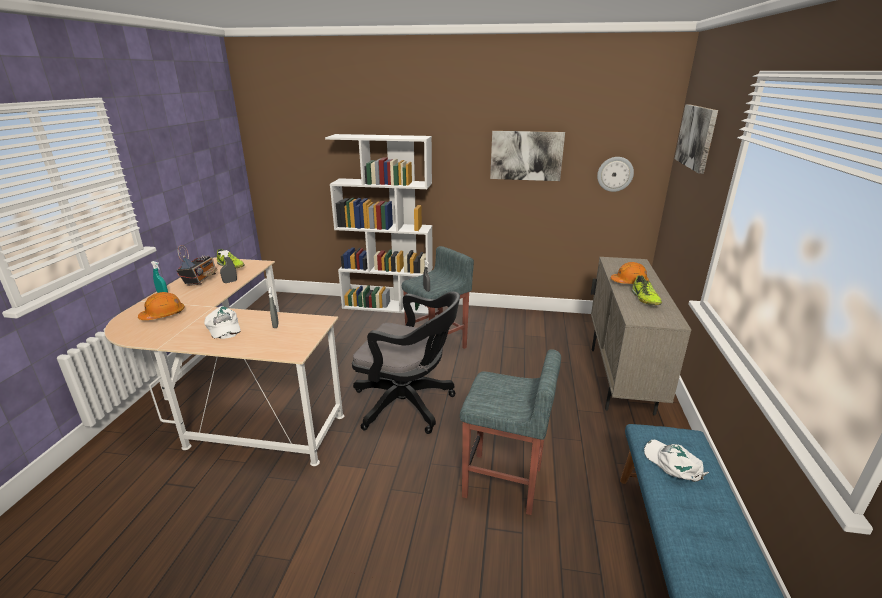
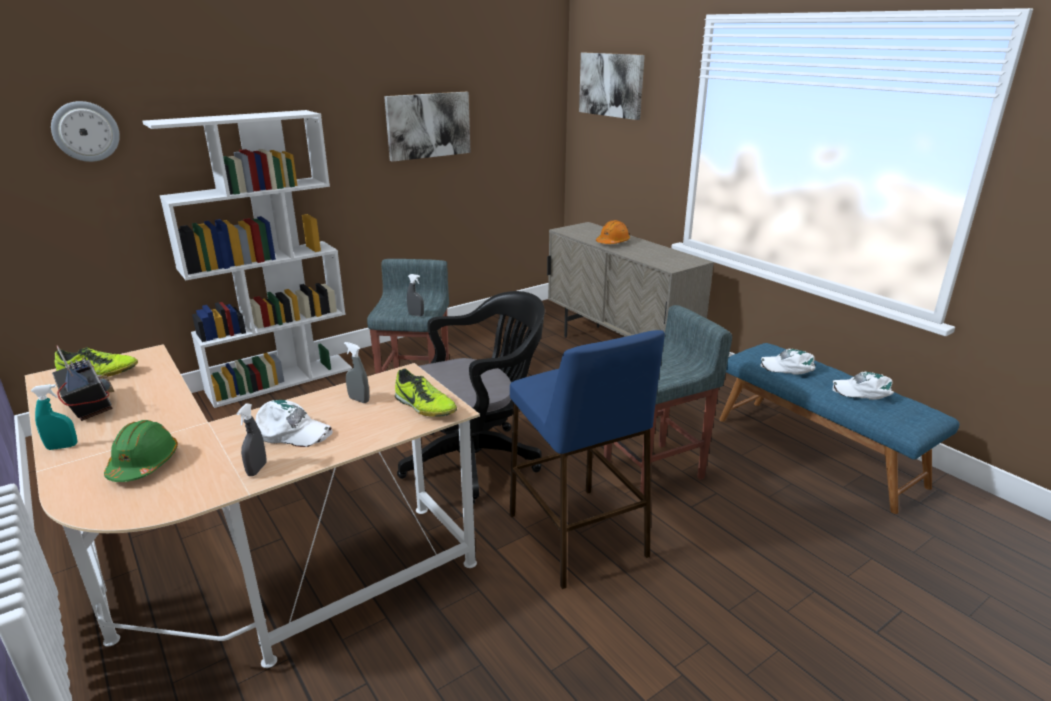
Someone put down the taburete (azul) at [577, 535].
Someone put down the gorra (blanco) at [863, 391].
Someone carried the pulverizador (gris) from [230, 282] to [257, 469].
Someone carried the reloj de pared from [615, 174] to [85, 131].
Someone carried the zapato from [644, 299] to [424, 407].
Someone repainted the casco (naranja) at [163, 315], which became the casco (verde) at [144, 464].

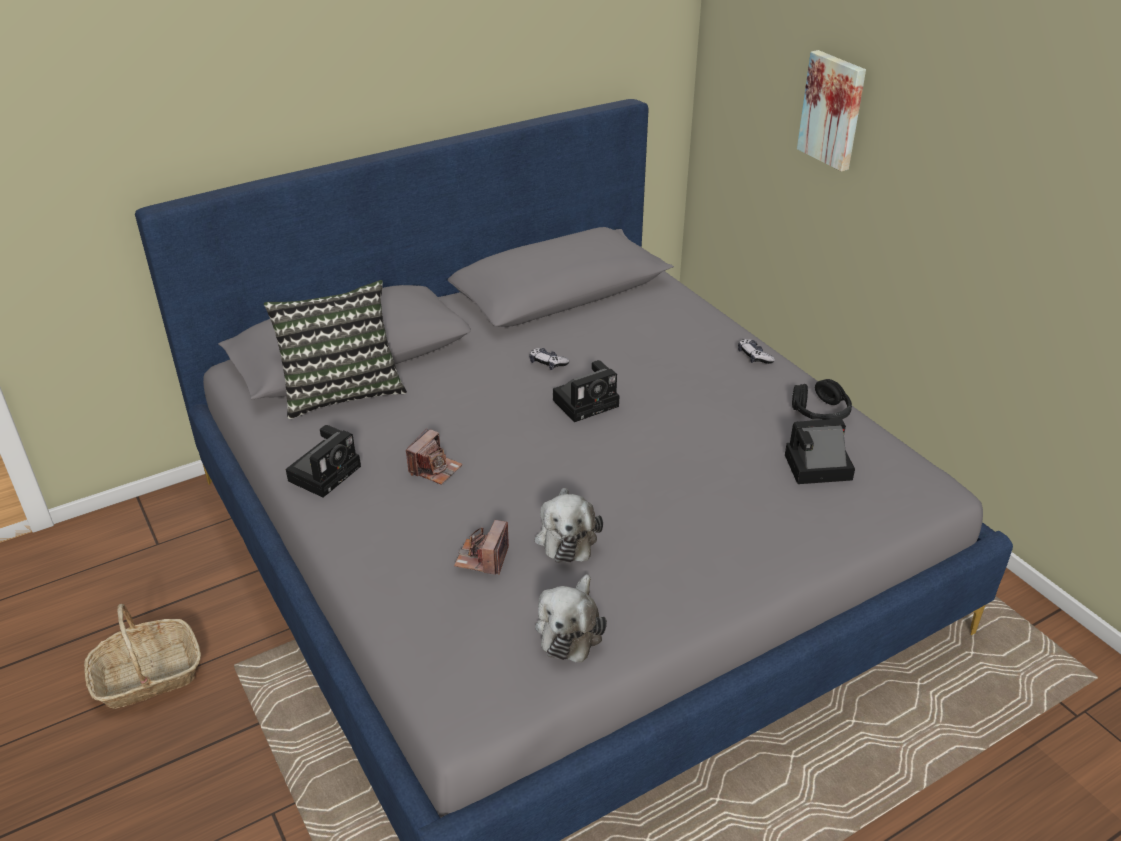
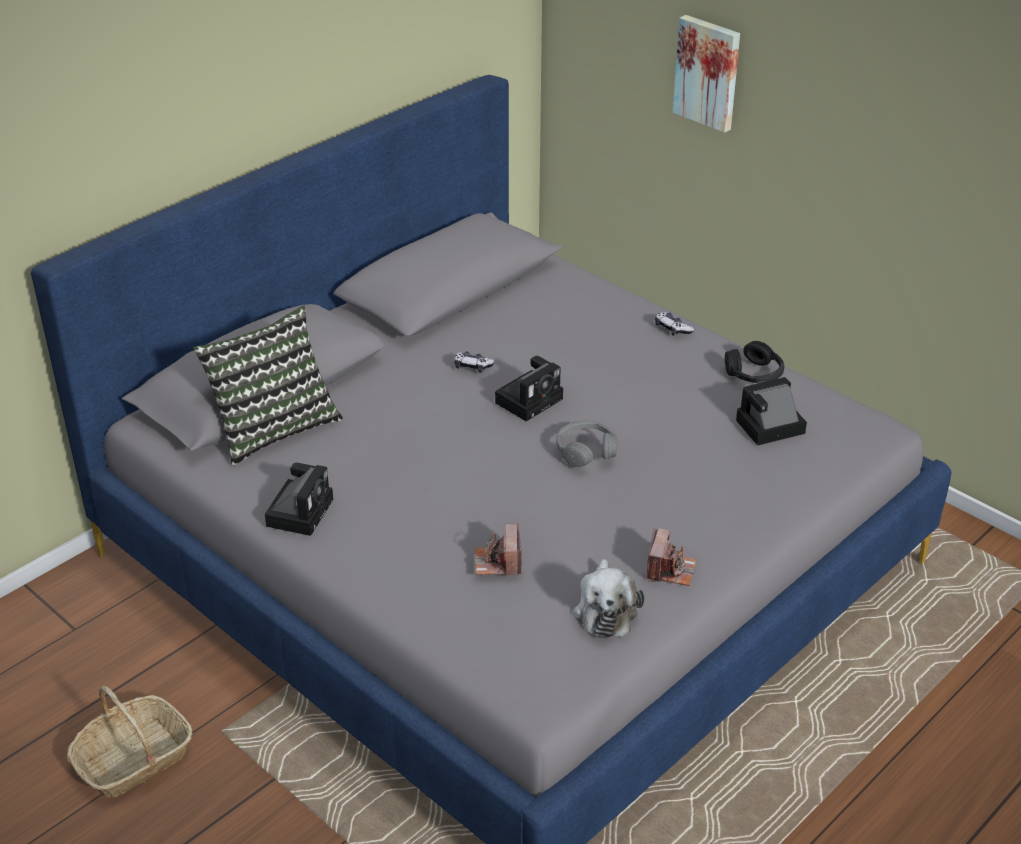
Someone took away the peluche at [566, 536].
Someone put down the auriculares (gris) at [585, 451].
Someone carried the cámara from [435, 469] to [670, 570].

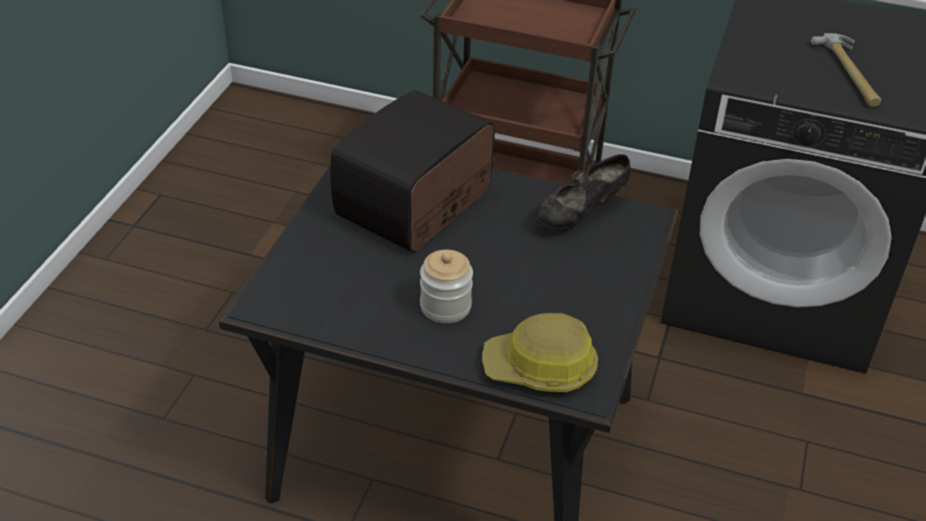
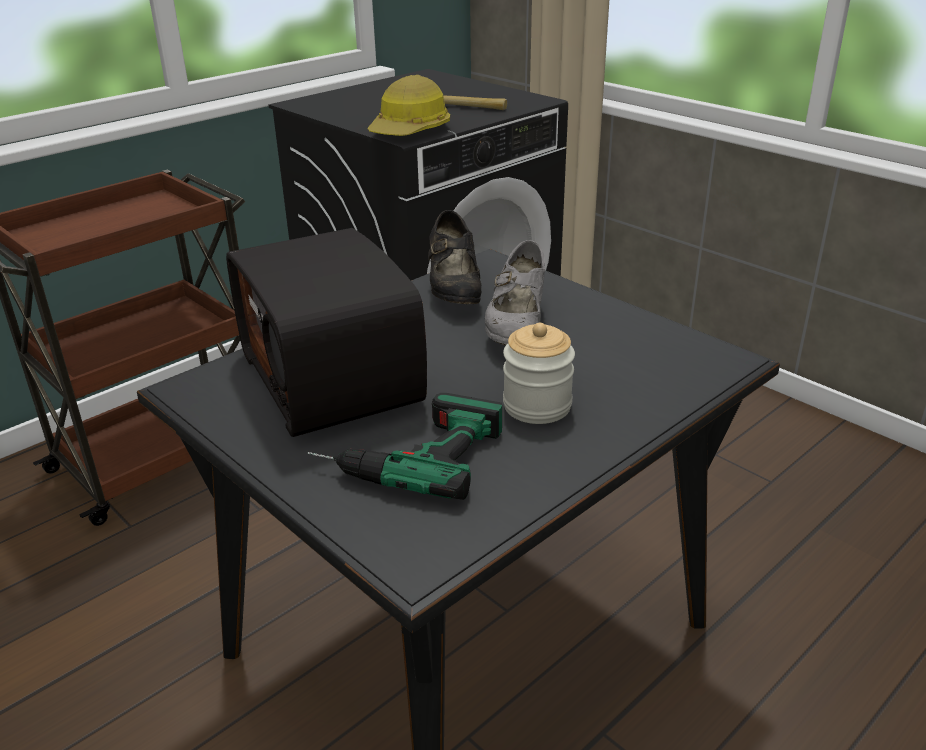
Someone put down the taladro at [407, 452].
Someone put down the zapato (gris) at [516, 328].
Someone carried the casco from [540, 368] to [410, 131].

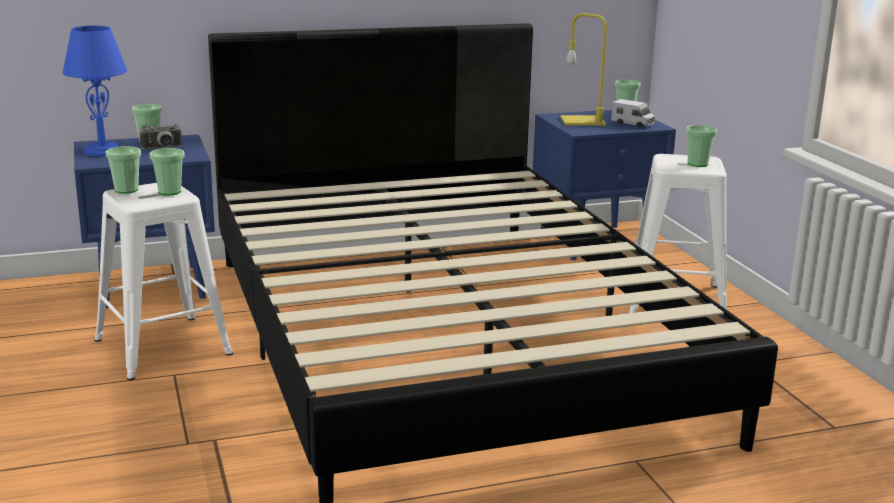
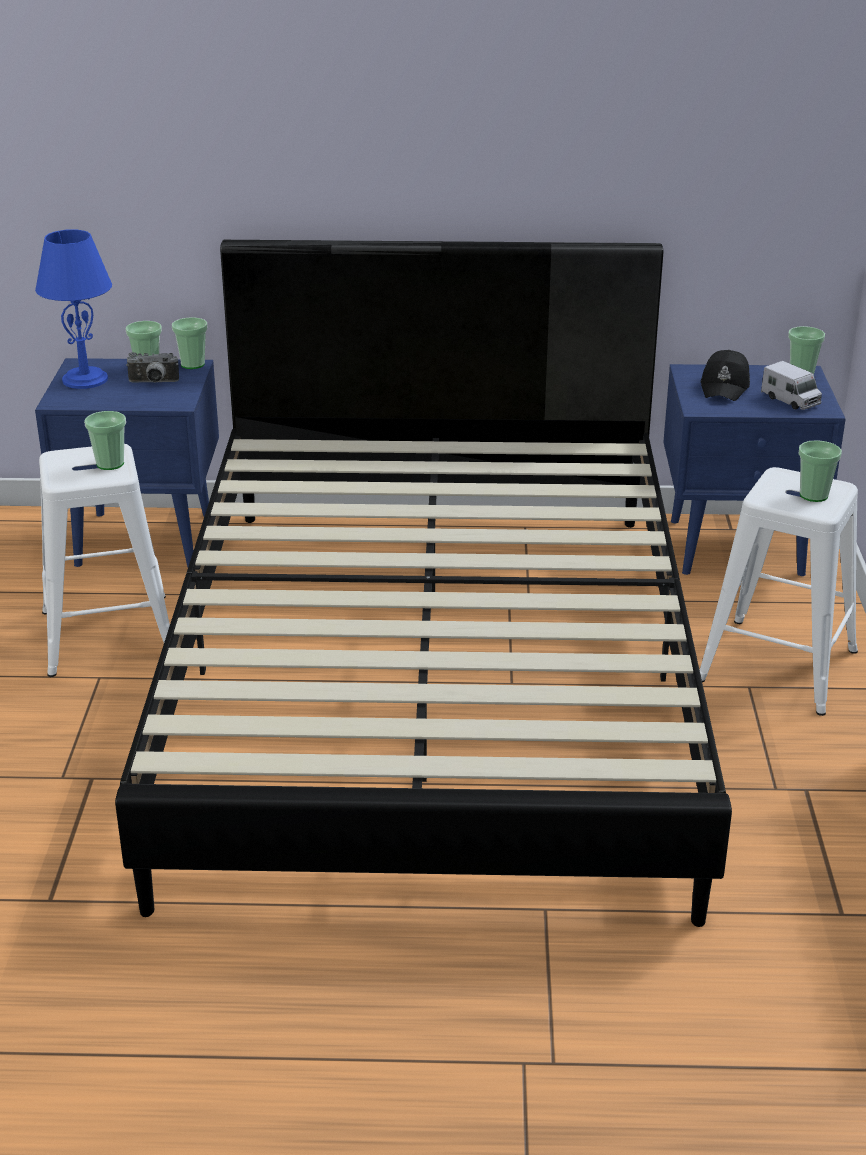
Someone carried the taza from [126, 190] to [192, 364].
Someone swapped the lámpara de mesa (amarillo) at [583, 121] for the gorra (negro) at [725, 386].

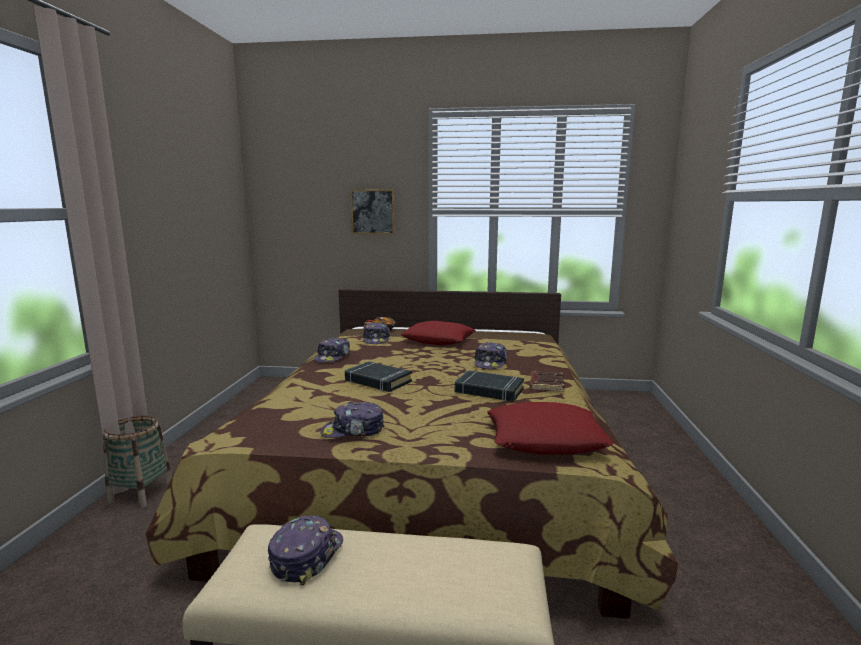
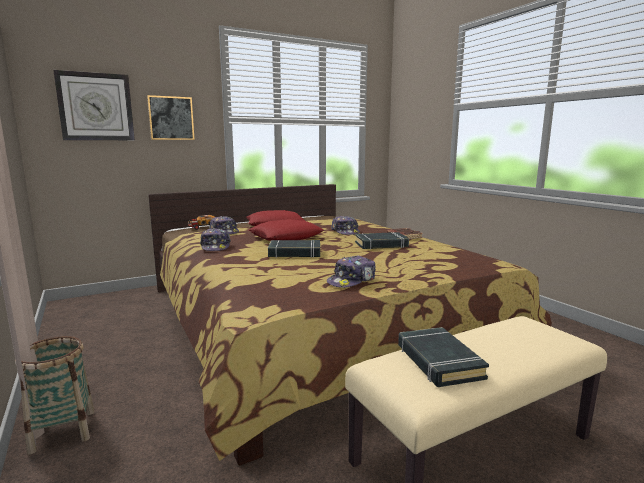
Someone put up the reloj de pared at [96, 107].
Someone carried the cojín (rojo) from [545, 438] to [286, 237].
Someone swapped the gorra at [306, 556] for the libro (negro) at [438, 361].

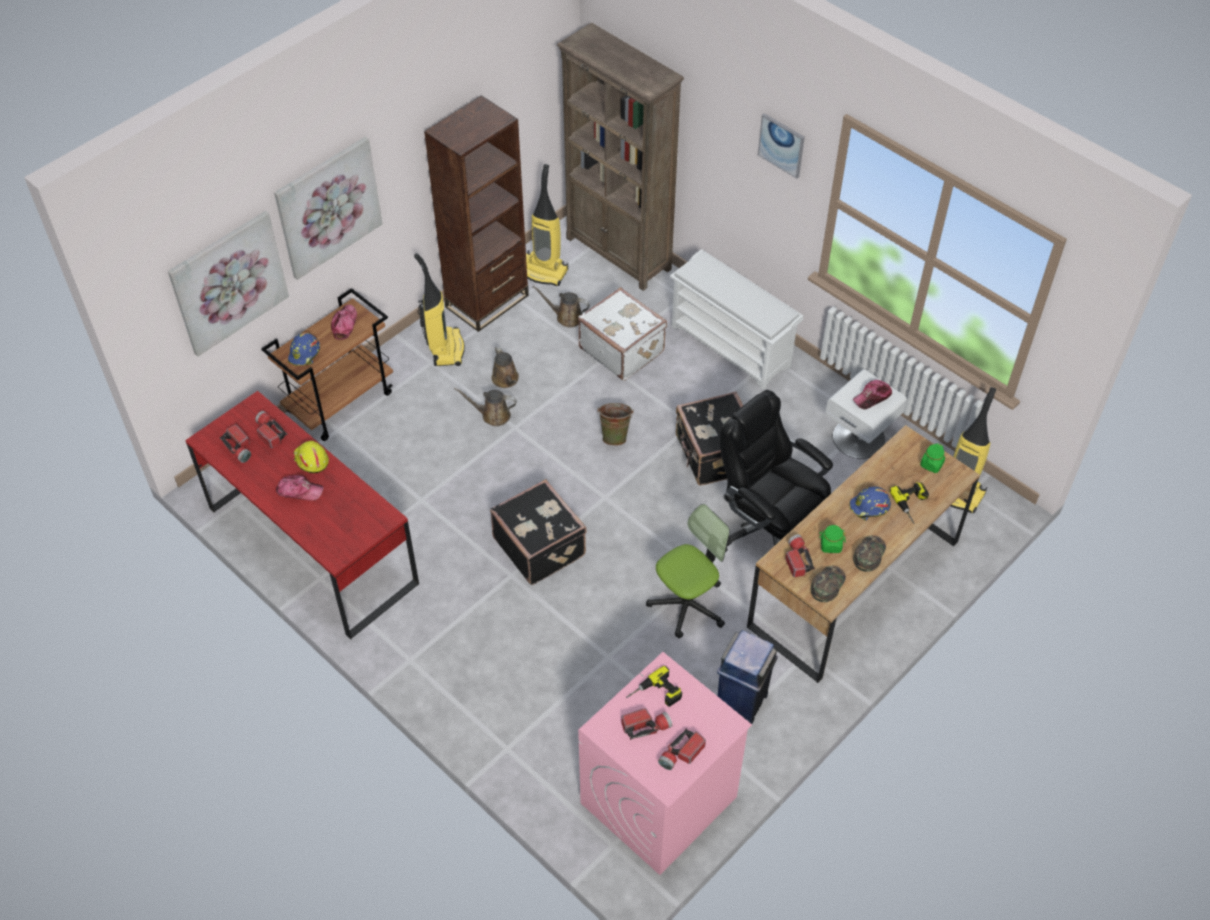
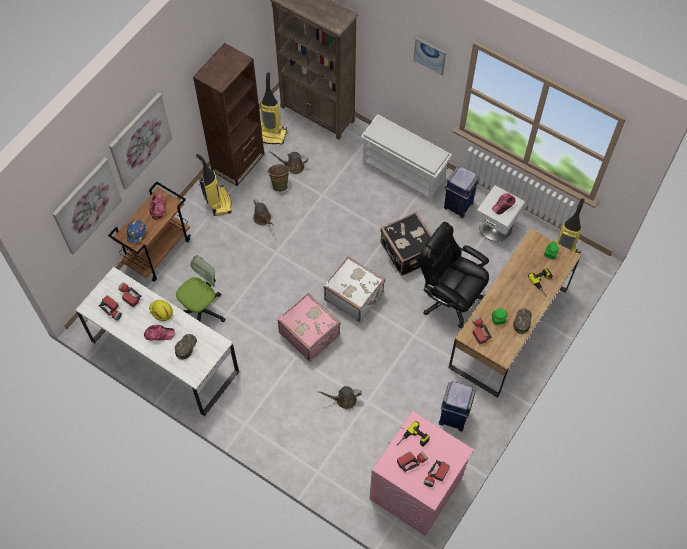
Someone took away the casco (azul) at [869, 507].
Someone put down the papelera (azul) at [458, 205].
Someone carried the regadera (marrón) from [493, 415] to [344, 400].
Someone carried the maleta (blanco) from [622, 349] to [354, 296].
Someone carried the cubo (verde) from [615, 435] to [280, 184].
Someone carried the silla de oficina from [687, 604] to [202, 310].
Someone carried the gorra (verde) from [827, 584] to [185, 347].
Someone repainted the escritorio (rojo) at [312, 545], which became the escritorio (blanco) at [164, 356].
Someone repainted the maleta (negro) at [540, 546], which became the maleta (rosa) at [310, 333].

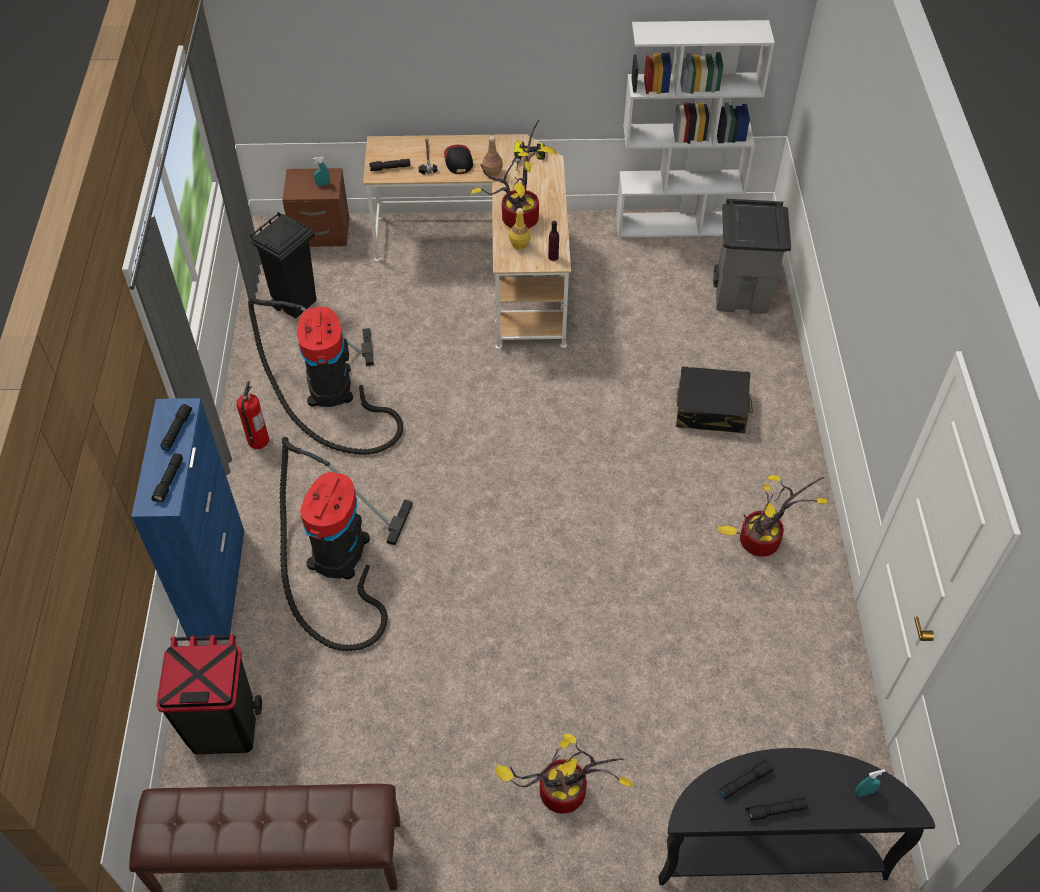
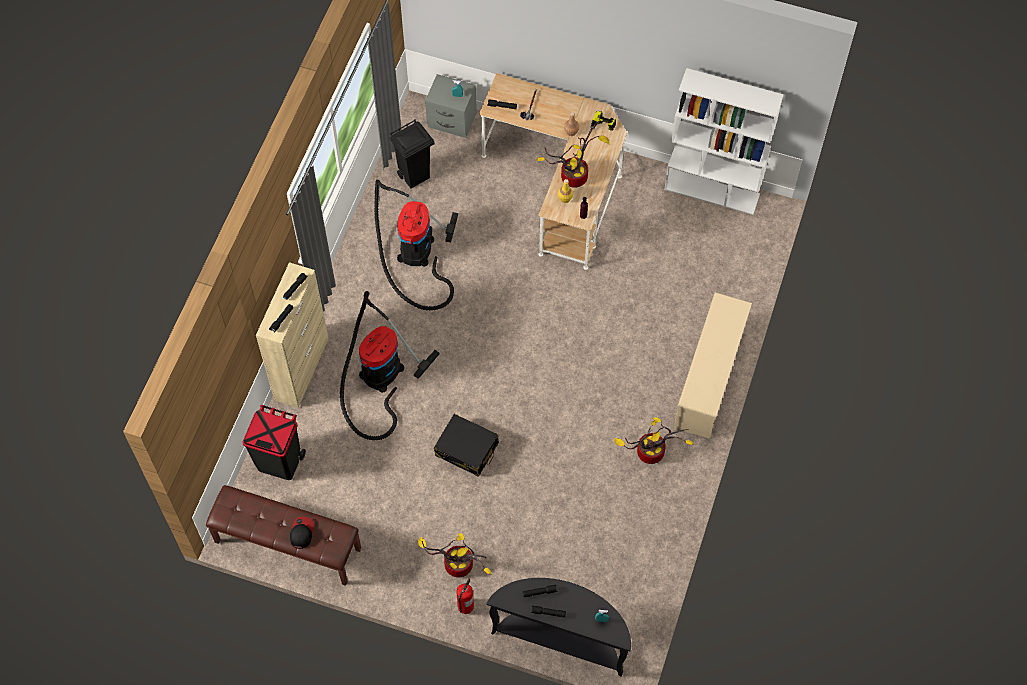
Someone took away the papelera (gris) at [742, 295].
Someone put down the zapatero (beis) at [709, 381].
Someone carried the extintor from [258, 441] to [465, 606].
Someone carried the gorra from [458, 160] to [301, 533].
Someone carried the maleta (negro) from [711, 409] to [467, 449].
Someone repainted the armario (azul) at [217, 583], which became the armario (beis) at [302, 368].
Someone repainted the mesita de noche (marrón) at [321, 233], which became the mesita de noche (gris) at [451, 121].

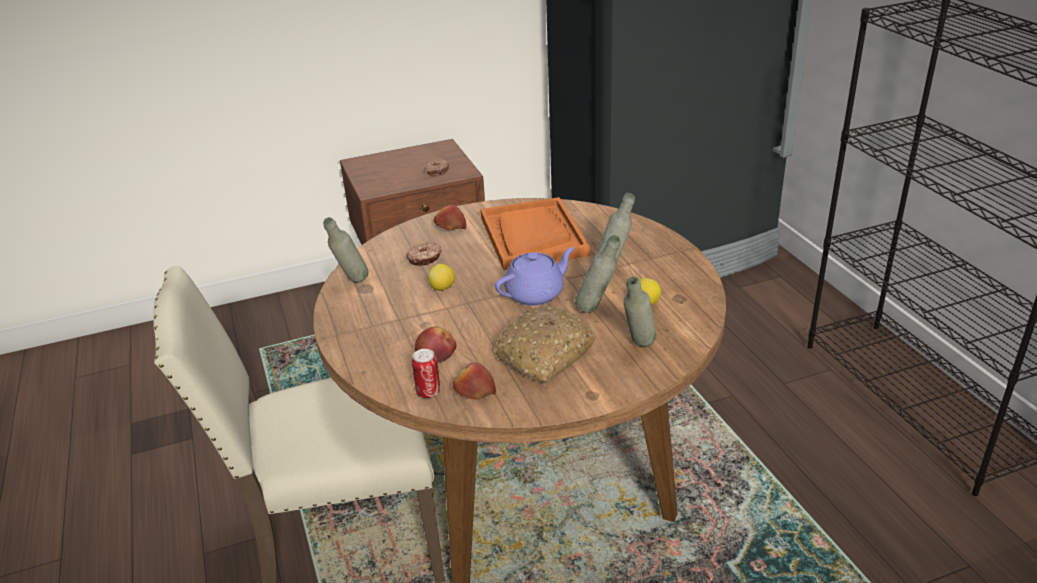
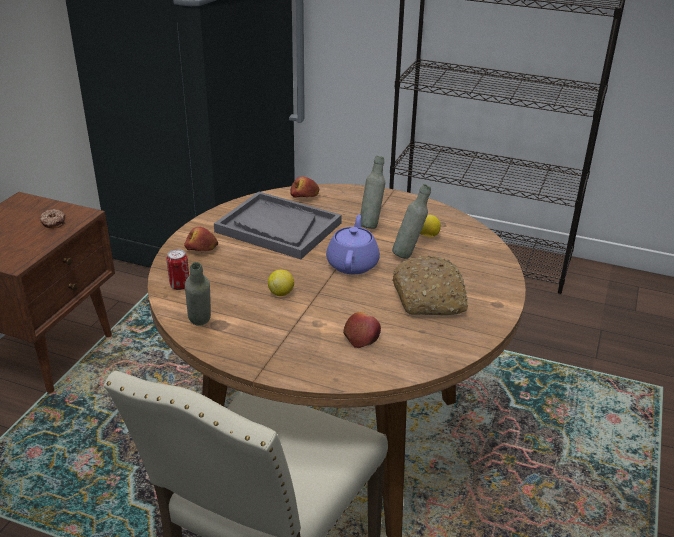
Someone took away the rosquilla at [425, 259].
Someone took away the botella (gris) at [638, 348].
Someone carried the lata from [428, 392] to [180, 286].
Someone carried the manzana from [474, 391] to [304, 196].
Someone repainted the bandeja (naranja) at [532, 236], which became the bandeja (gris) at [278, 227].

